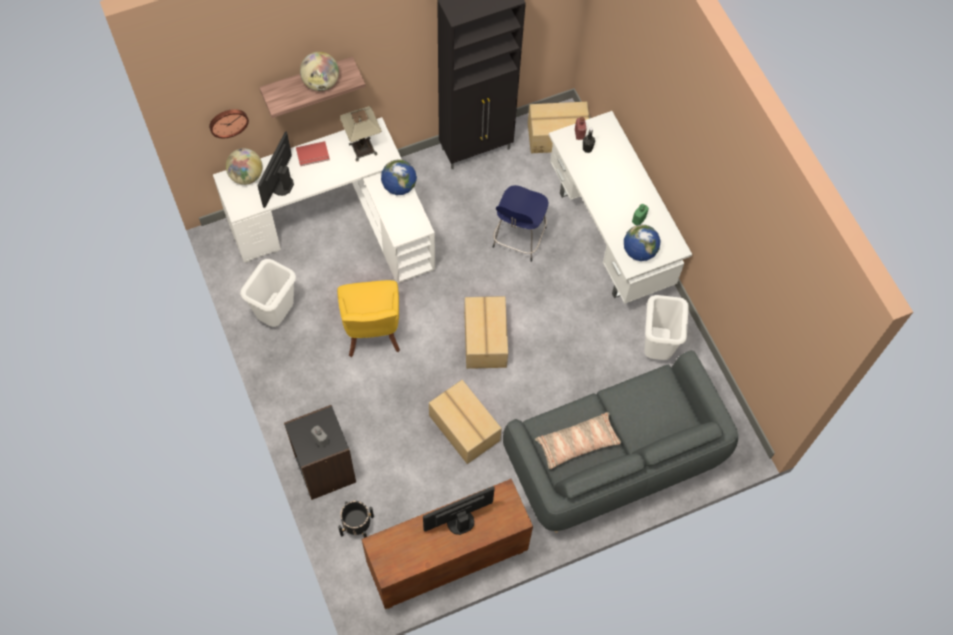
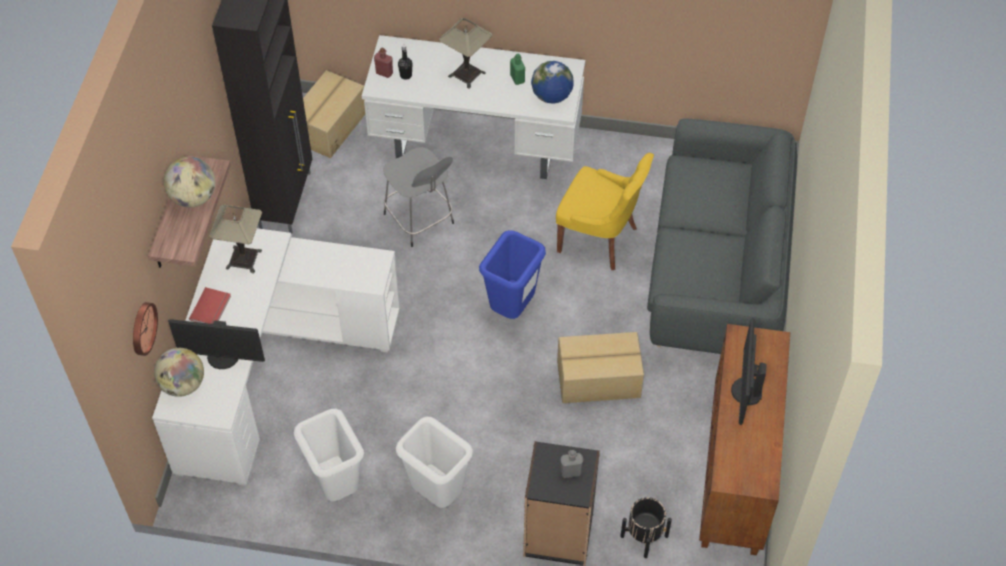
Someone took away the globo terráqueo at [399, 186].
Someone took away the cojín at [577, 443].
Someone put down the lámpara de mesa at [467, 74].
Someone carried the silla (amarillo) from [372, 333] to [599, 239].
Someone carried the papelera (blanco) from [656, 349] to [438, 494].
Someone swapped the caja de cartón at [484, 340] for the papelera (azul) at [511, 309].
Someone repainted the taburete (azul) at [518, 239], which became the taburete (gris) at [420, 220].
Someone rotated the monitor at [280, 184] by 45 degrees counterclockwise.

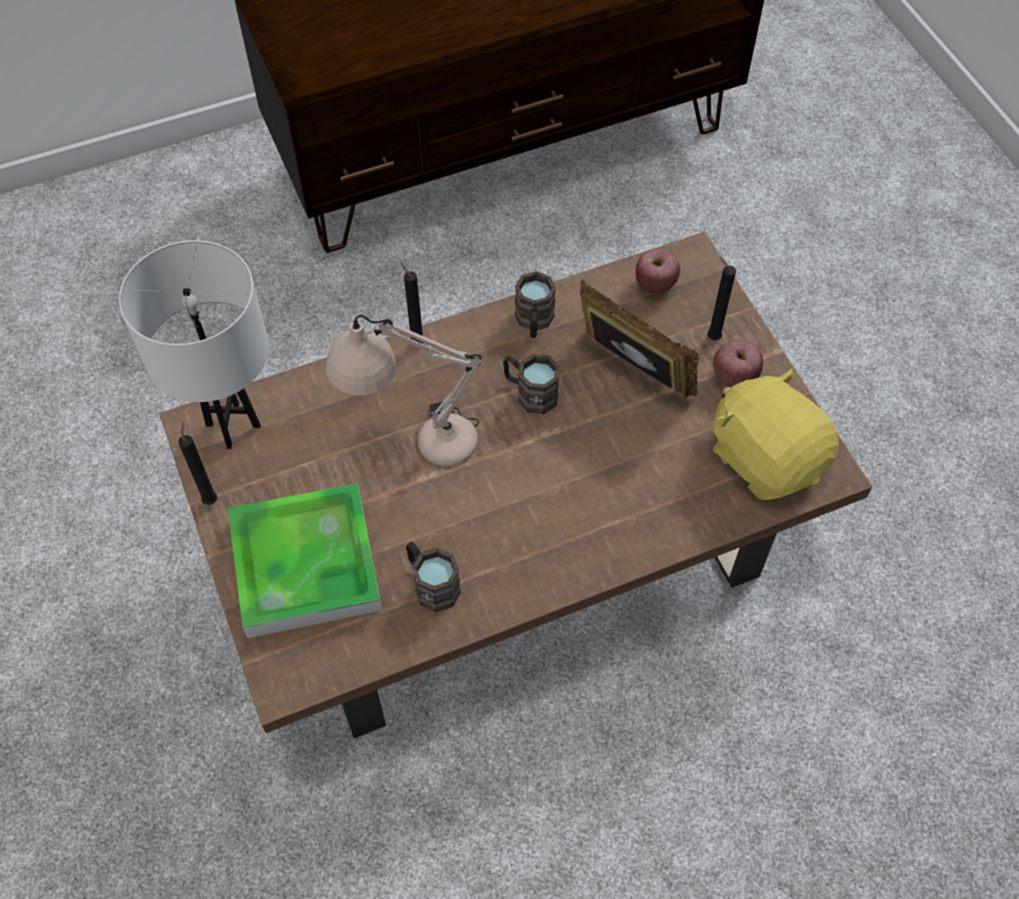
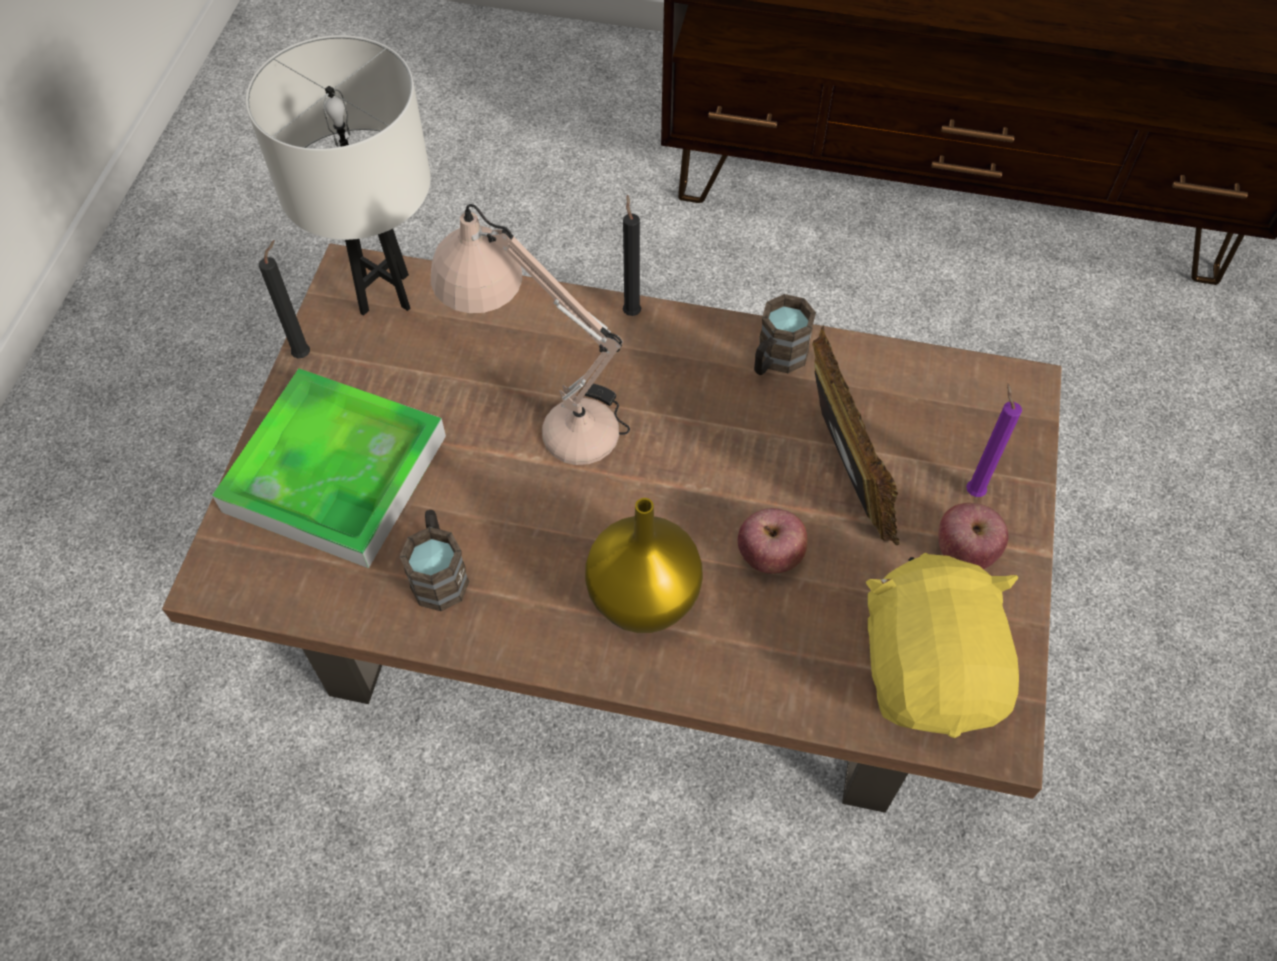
Someone took away the taza grande (marrón) at [530, 393].
Someone put down the florero (amarillo) at [644, 596].
Someone carried the manzana from [655, 285] to [770, 556].
Someone repainted the vela (negro) at [711, 337], which became the vela (morado) at [973, 490].

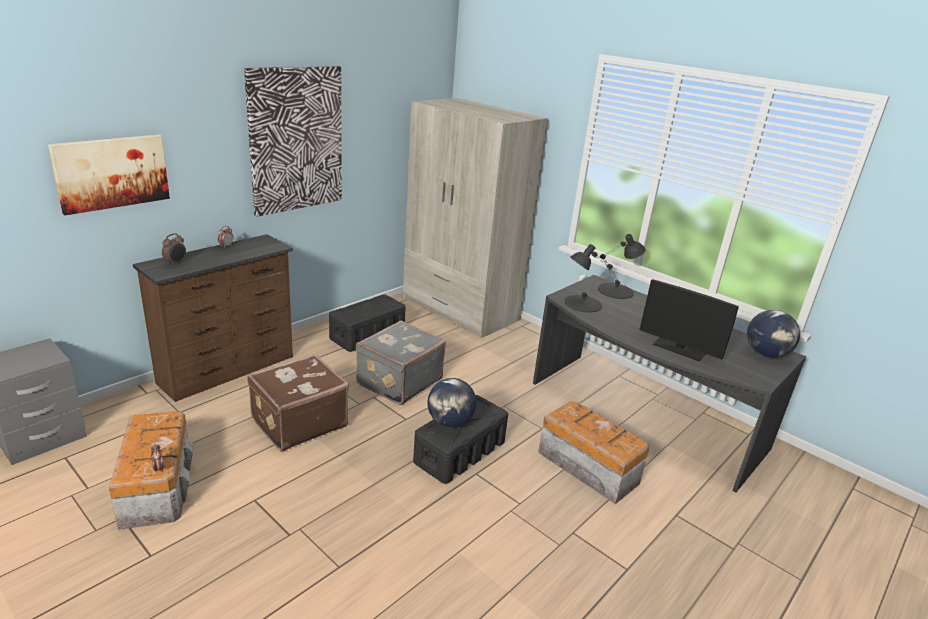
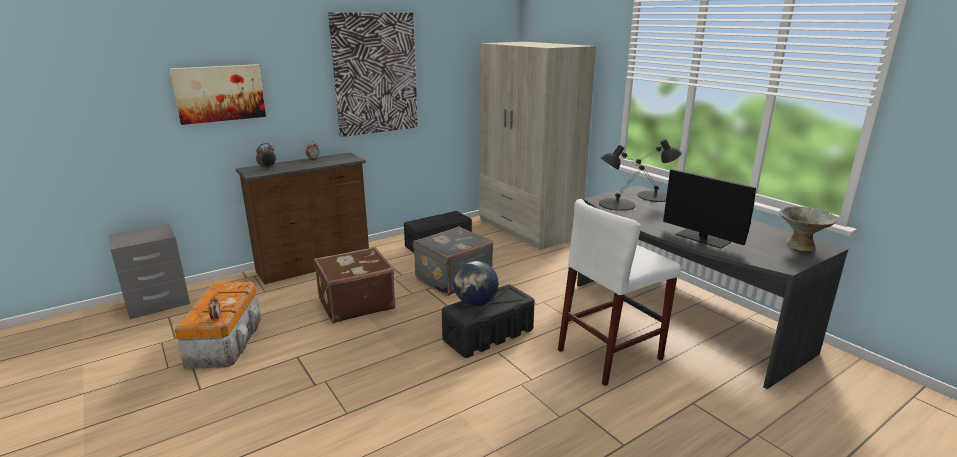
Someone swapped the caja de almacenaje at [587, 466] for the taburete (blanco) at [610, 354].
Someone swapped the globo terráqueo at [766, 354] for the cuenco (gris) at [800, 246].

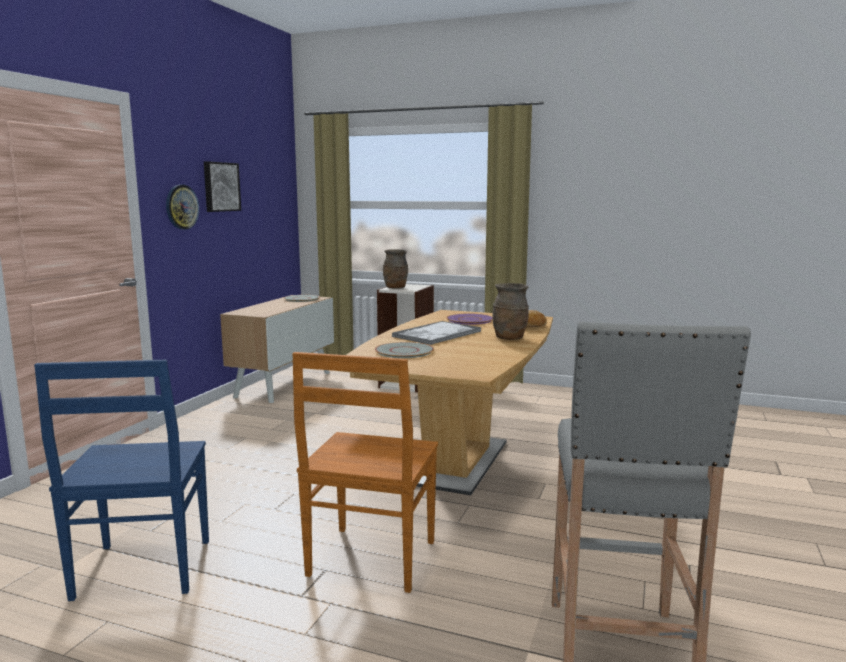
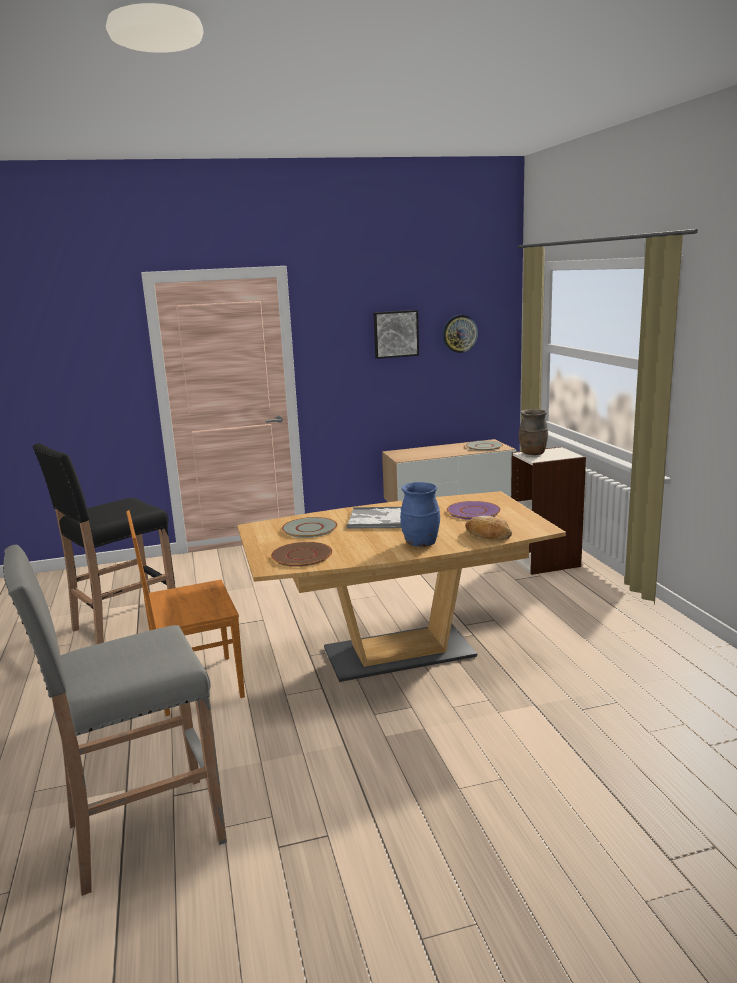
Someone put down the plato (marrón) at [301, 555].
Someone carried the reloj de pared from [181, 207] to [459, 333].
Someone swapped the silla (azul) at [142, 571] for the taburete (negro) at [123, 627].
Someone repainted the florero (marrón) at [510, 338], which became the florero (azul) at [421, 543].

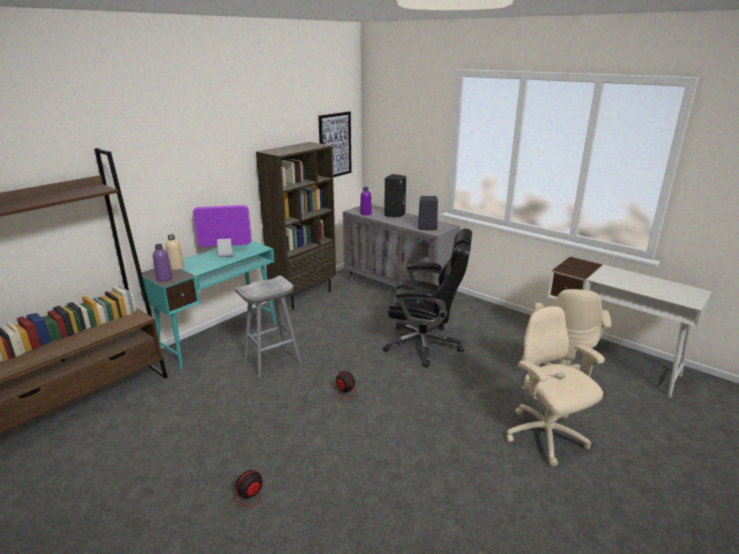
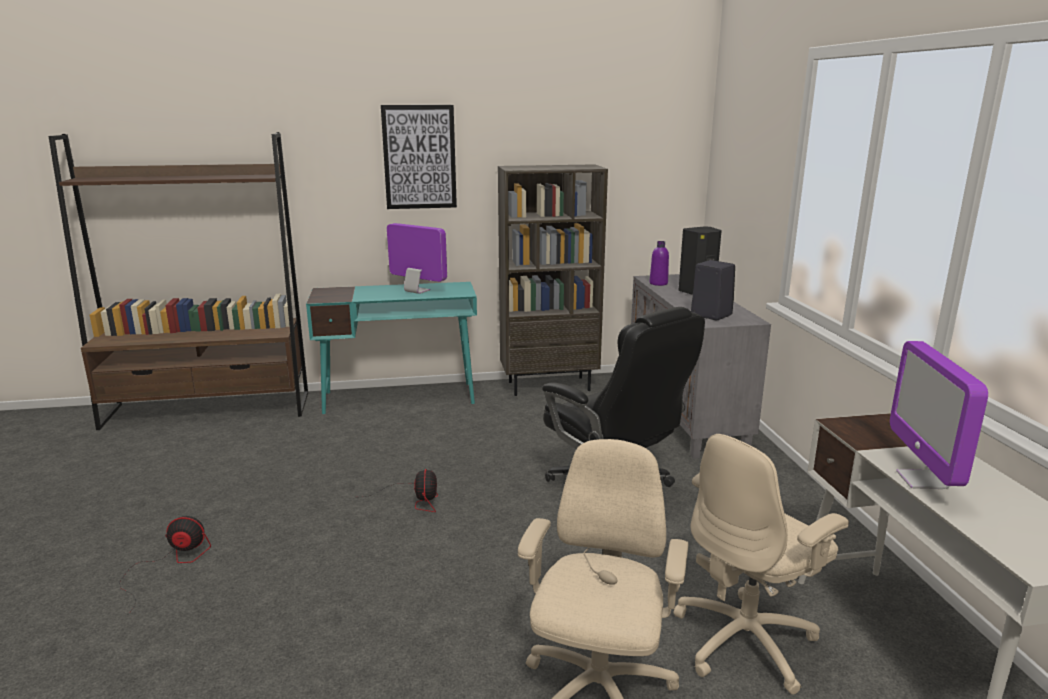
Someone took away the botella (morado) at [164, 278].
Someone took away the botella (beis) at [176, 267].
Someone took away the taburete (gris) at [272, 362].
Someone put down the monitor at [923, 480].
Someone carried the cuadro from [335, 145] to [419, 157].

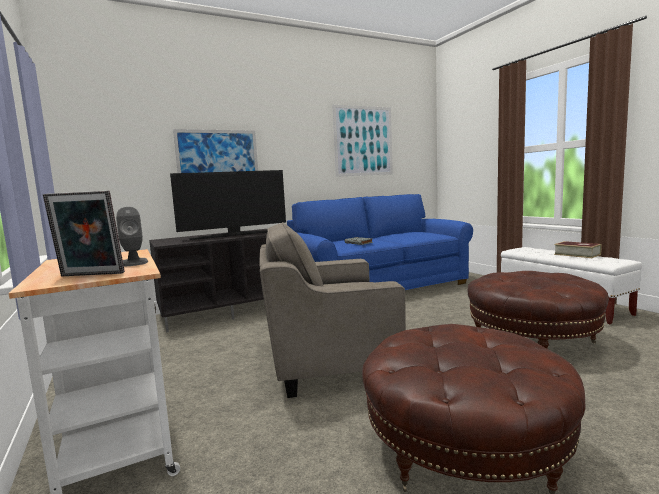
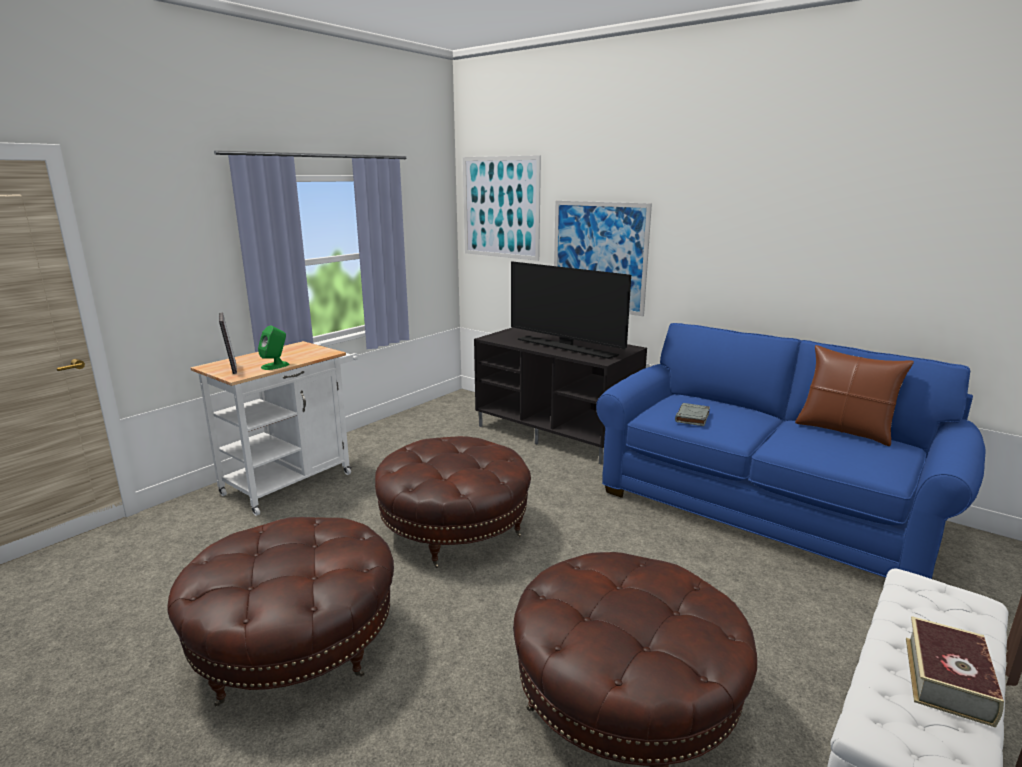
Someone put down the cojín (marrón) at [844, 430].
Someone carried the cuadro from [363, 141] to [500, 207].
Someone swapped the sillón (gris) at [329, 360] for the puf (marrón) at [454, 529].
Someone repainted the altavoz (gris) at [134, 262], which became the altavoz (verde) at [275, 366].

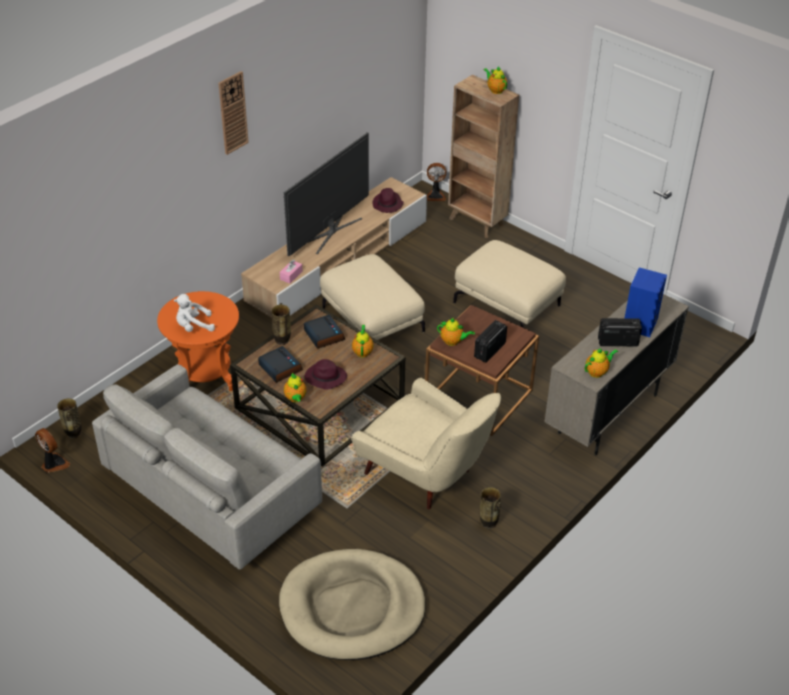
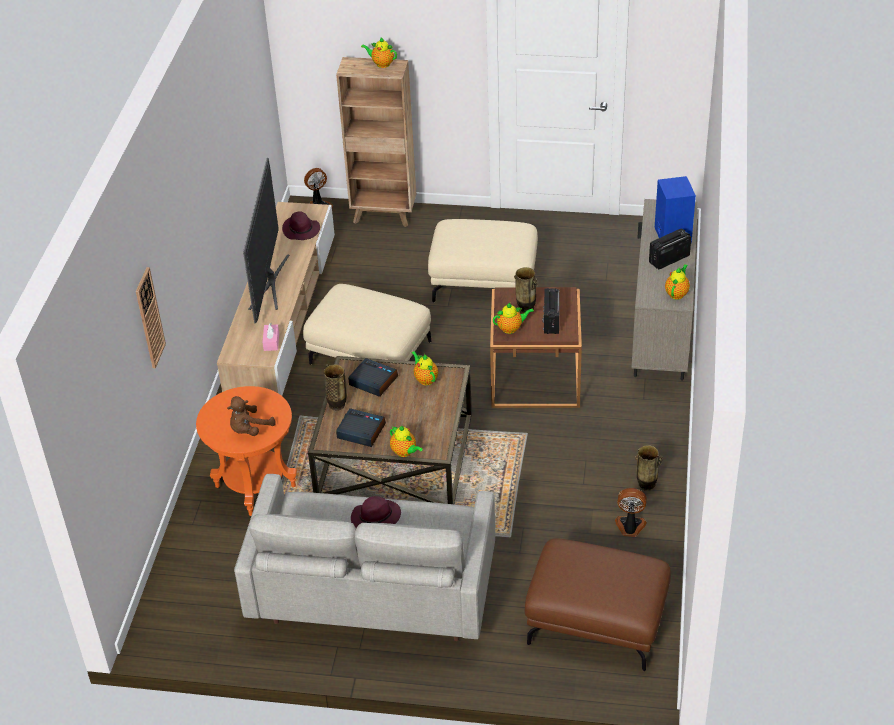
Someone took away the sillón (beis) at [426, 476].
Someone carried the ventilador from [54, 464] to [630, 527].
Someone carried the florero from [74, 434] to [526, 308].
Someone carried the reloj de pared from [233, 113] to [149, 318].
Someone carried the sombrero (morado) from [325, 378] to [375, 518].
Someone swapped the cama para perro (beis) at [352, 608] for the puf (marrón) at [597, 620].
Someone repainted the peluche (blanco) at [193, 326], which became the peluche (marrón) at [249, 430].

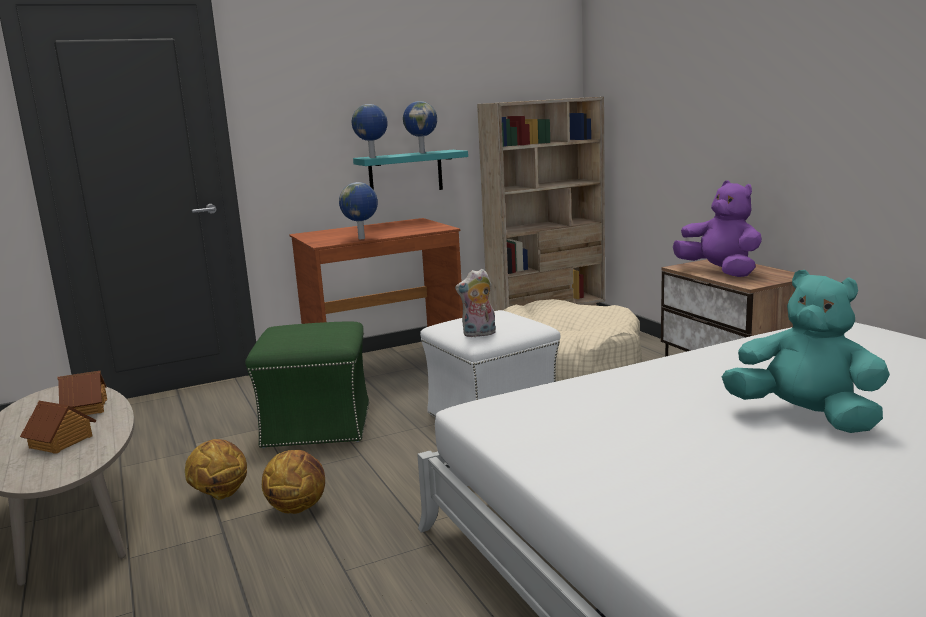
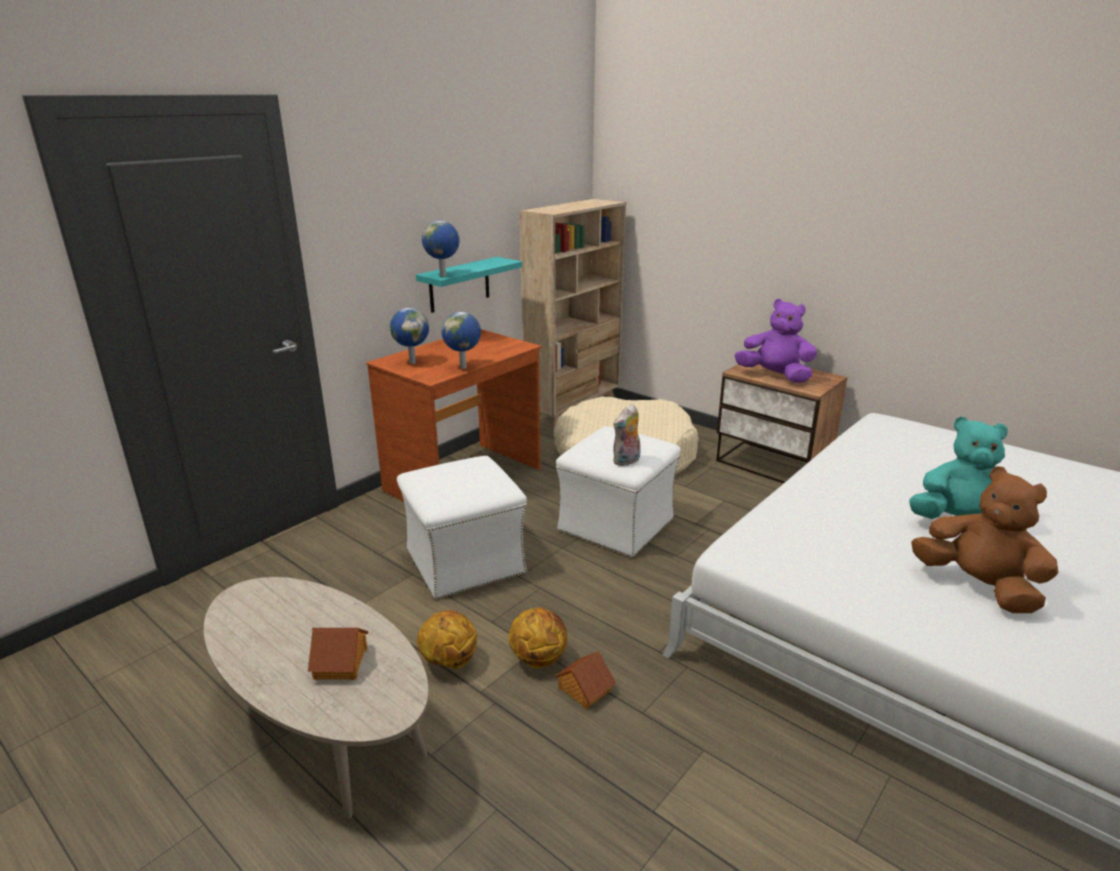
Someone put down the peluche (marrón) at [977, 586].
Someone carried the casita from [85, 409] to [583, 689].
Someone carried the globo terráqueo from [422, 153] to [412, 362].
Someone repainted the puf (verde) at [316, 425], which became the puf (blanco) at [464, 562].

